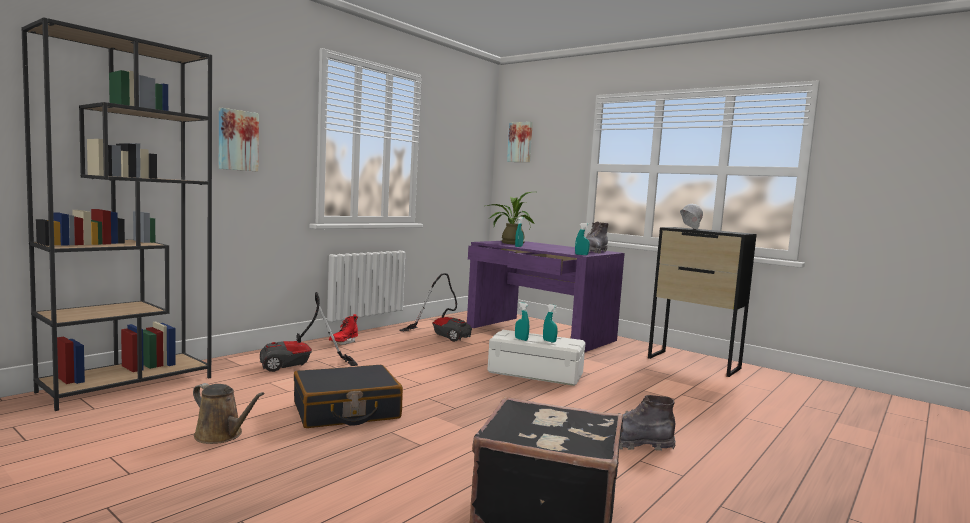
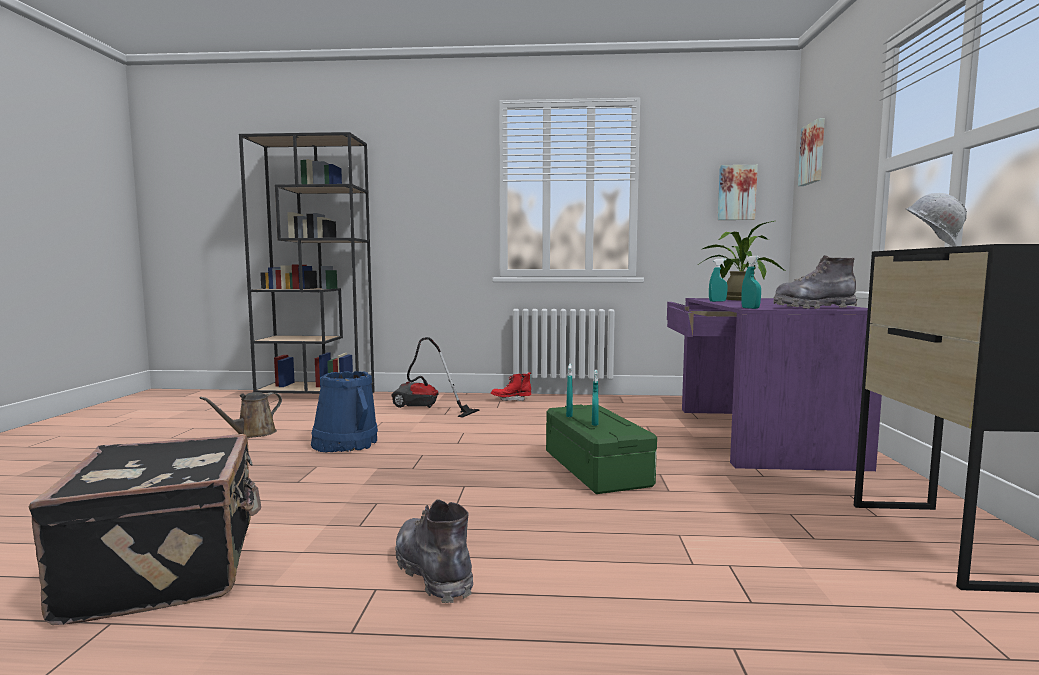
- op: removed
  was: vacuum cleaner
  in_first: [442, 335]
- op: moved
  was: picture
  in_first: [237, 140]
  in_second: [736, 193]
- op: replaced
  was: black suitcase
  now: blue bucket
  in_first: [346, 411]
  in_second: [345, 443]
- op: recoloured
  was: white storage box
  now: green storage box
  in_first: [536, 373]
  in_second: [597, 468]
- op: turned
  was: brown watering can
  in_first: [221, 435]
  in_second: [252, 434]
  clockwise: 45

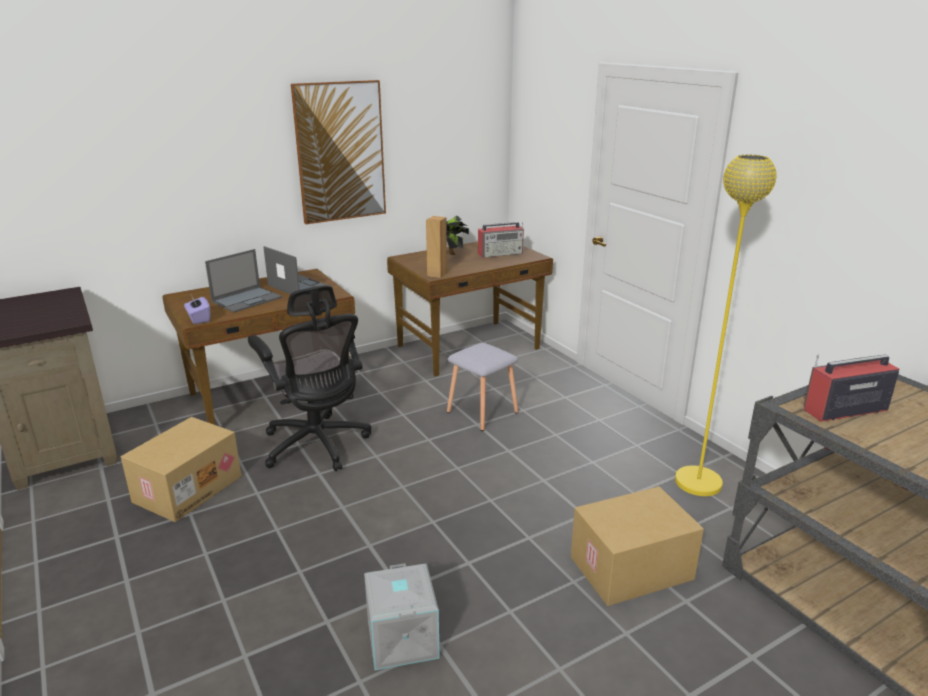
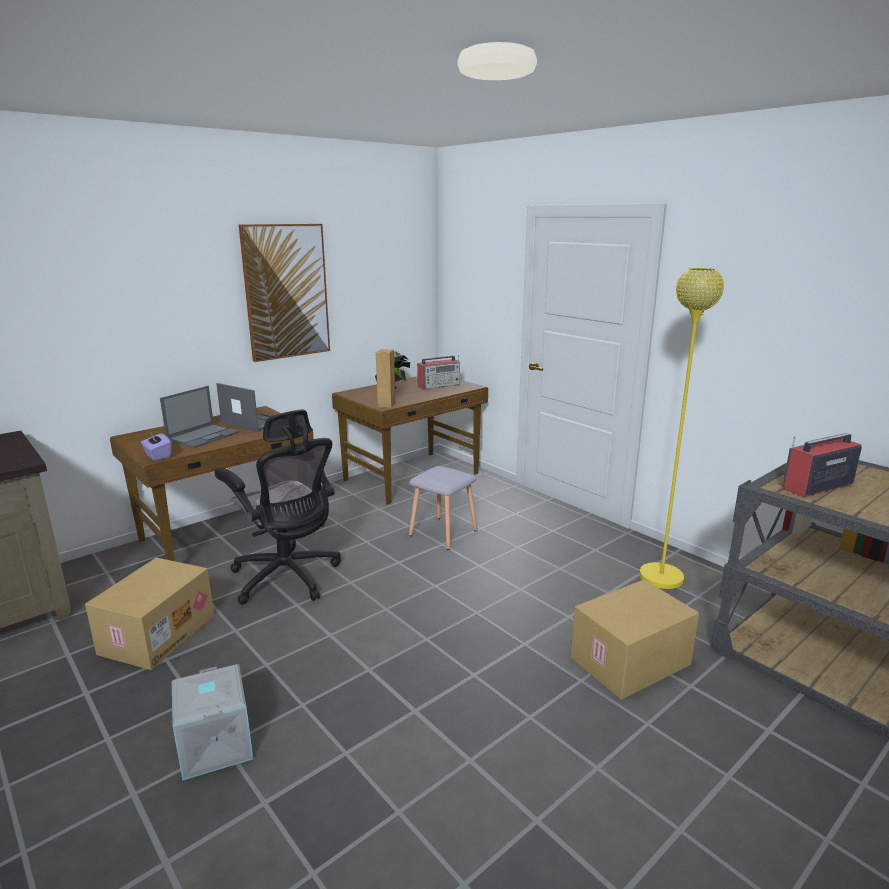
- op: moved
  was: grey storage box
  in_first: [401, 638]
  in_second: [214, 745]

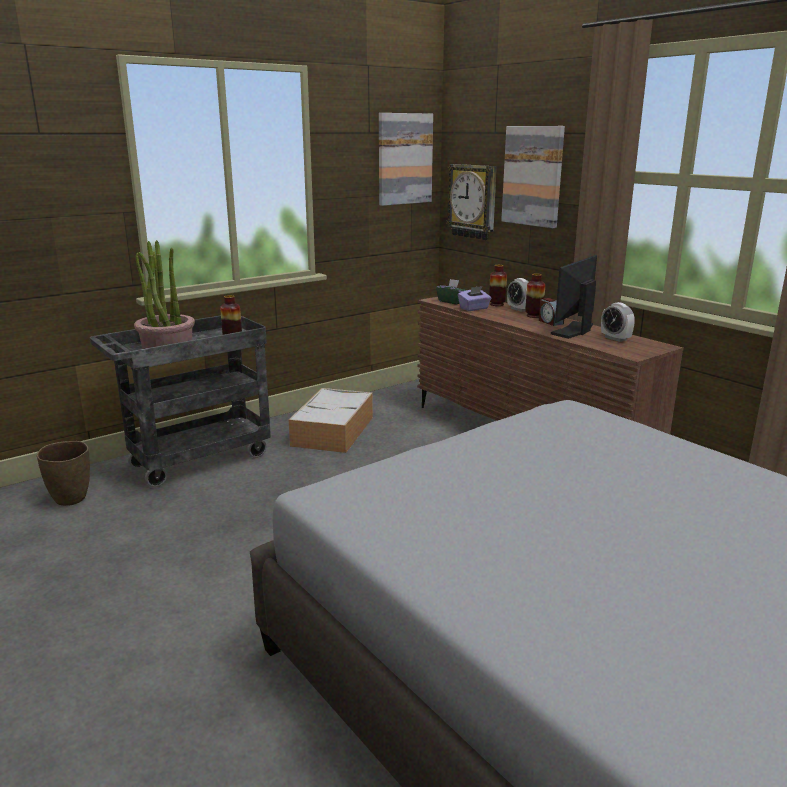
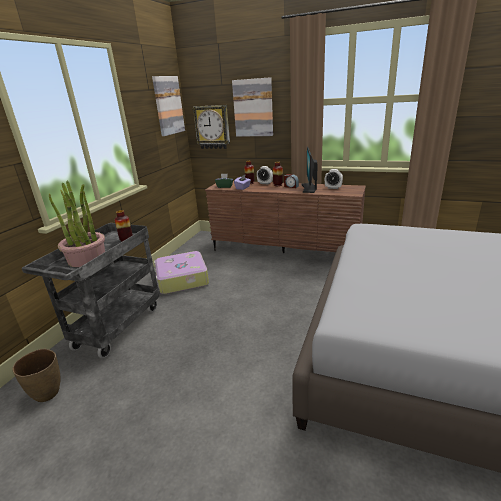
- op: replaced
  was: storage box
  now: suitcase
  in_first: [333, 431]
  in_second: [181, 279]

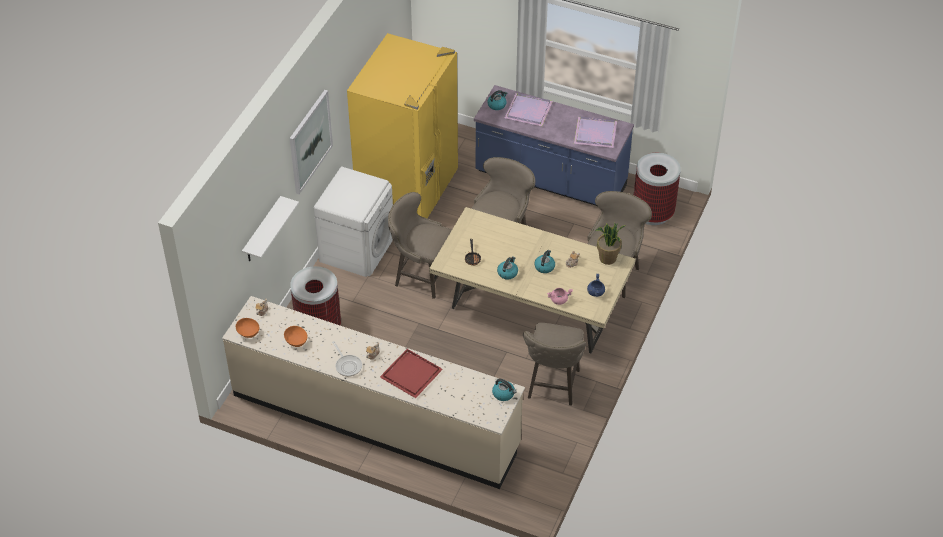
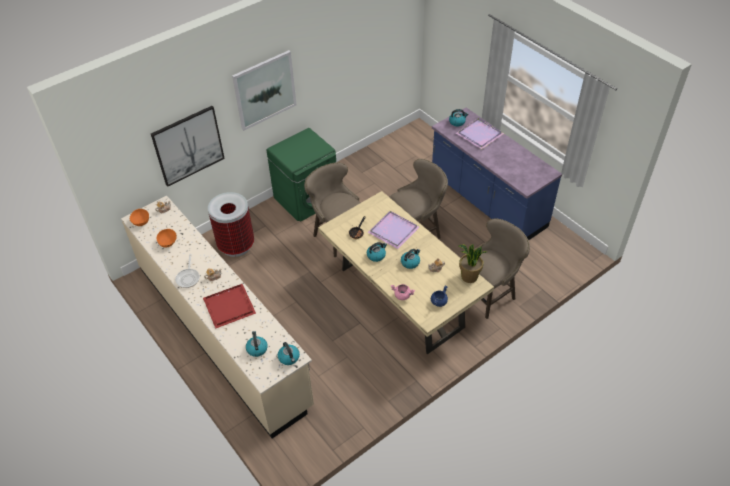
- op: removed
  was: yellow fridge
  in_first: [408, 191]
- op: removed
  was: beige stool
  in_first: [553, 386]
- op: removed
  was: trash can
  in_first: [653, 213]
- op: added
  now: kettle
  in_second: [257, 348]
- op: moved
  was: purple tray
  in_first: [596, 133]
  in_second: [394, 230]
- op: replaced
  was: white shelf
  now: picture
  in_first: [262, 231]
  in_second: [188, 145]
- op: recoloured
  was: white washing machine
  now: green washing machine
  in_first: [358, 248]
  in_second: [308, 199]

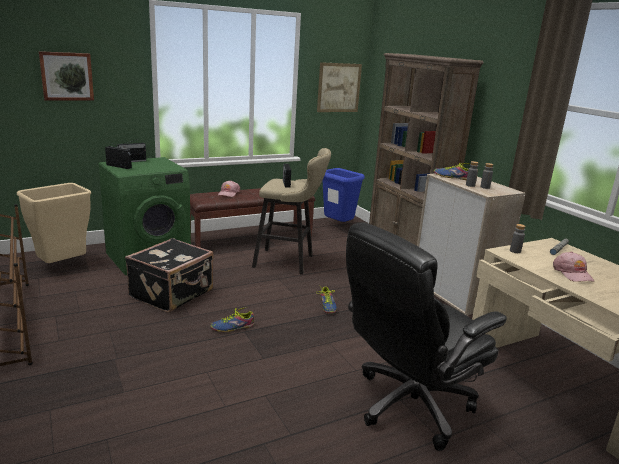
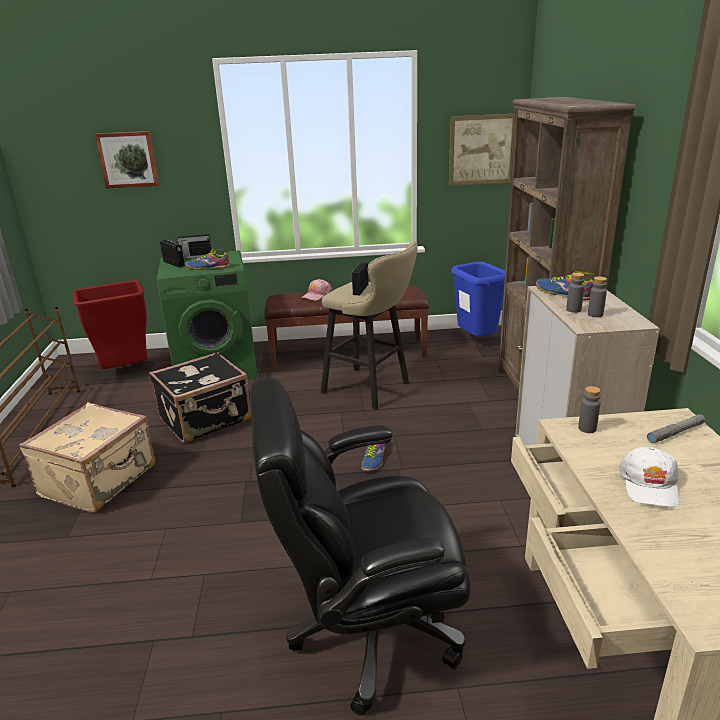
- op: added
  now: beige suitcase
  in_second: [100, 481]
- op: moved
  was: shoe
  in_first: [233, 327]
  in_second: [208, 267]
- op: recoloured
  was: beige trash can
  now: red trash can
  in_first: [63, 266]
  in_second: [126, 372]
- op: recoloured
  was: pink cap
  now: white cap
  in_first: [572, 273]
  in_second: [649, 485]

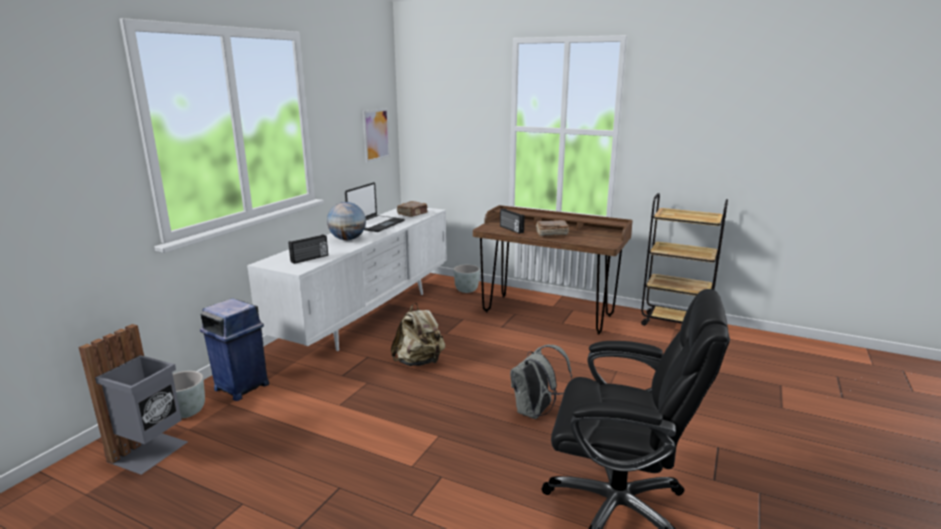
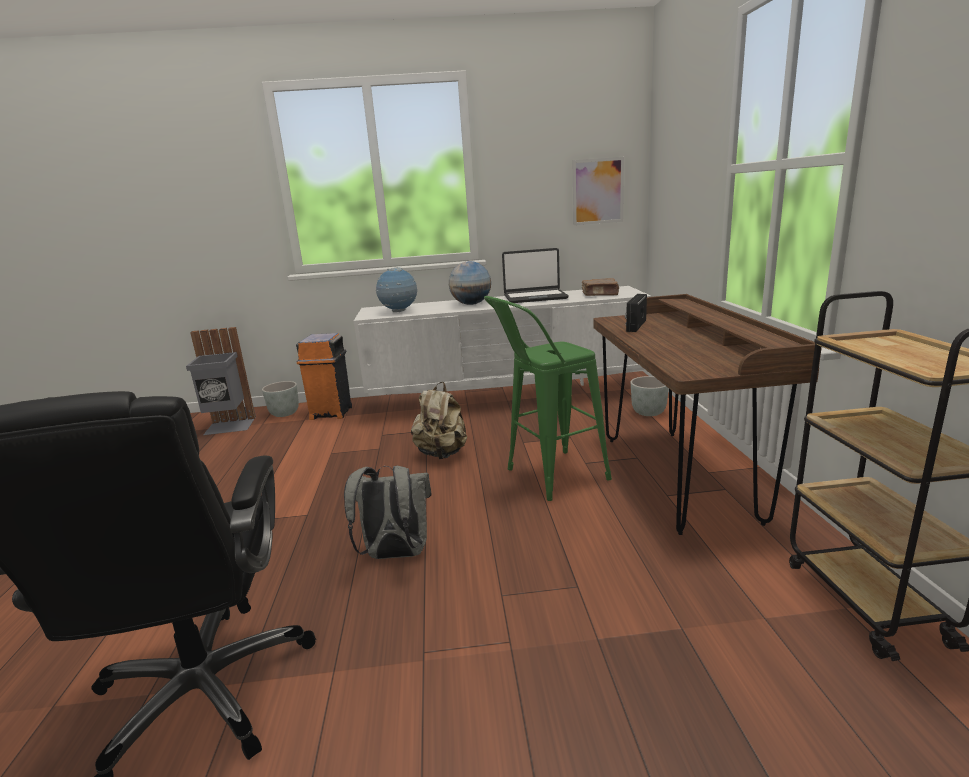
- op: removed
  was: brown book
  in_first: [551, 234]
- op: added
  now: green stool
  in_second: [548, 477]
- op: replaced
  was: radio
  now: globe
  in_first: [310, 258]
  in_second: [399, 312]
- op: recoloured
  was: blue trash can
  now: orange trash can
  in_first: [241, 387]
  in_second: [331, 413]

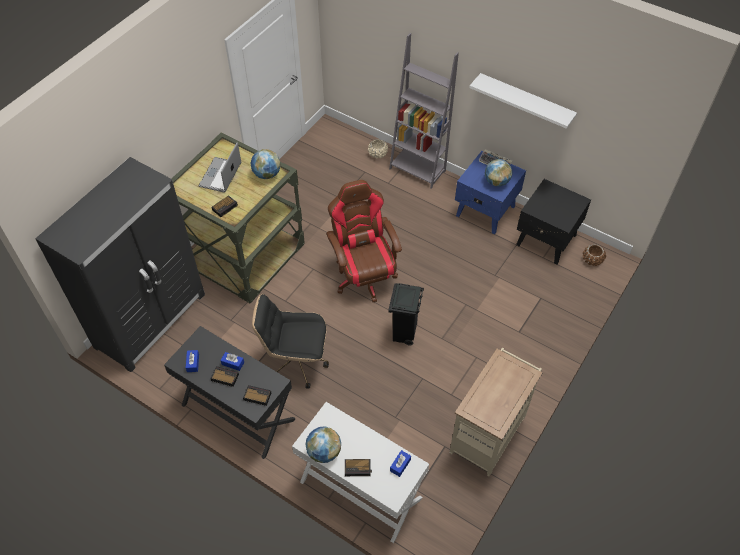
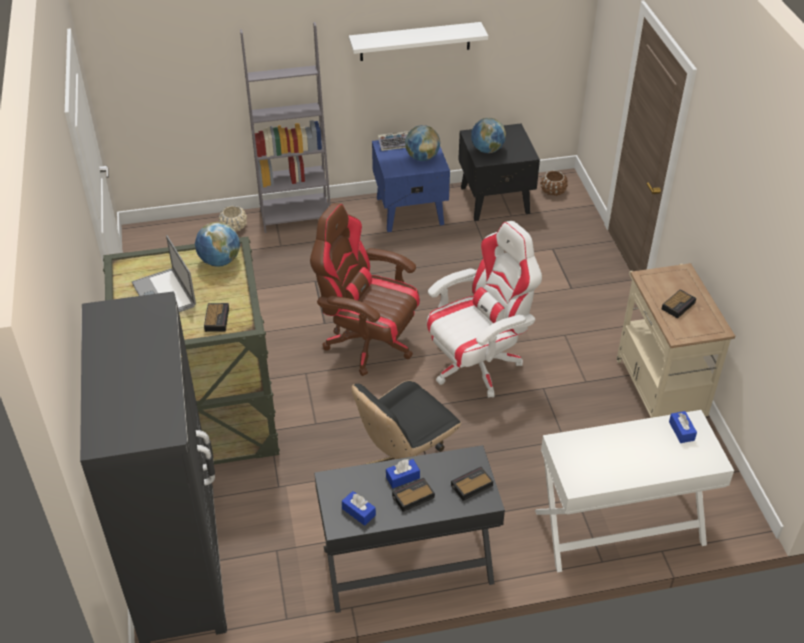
- op: moved
  was: globe
  in_first: [324, 452]
  in_second: [487, 150]
- op: moved
  was: alarm clock
  in_first: [358, 468]
  in_second: [678, 305]
- op: replaced
  was: black trash can
  now: white office chair
  in_first: [404, 334]
  in_second: [476, 364]

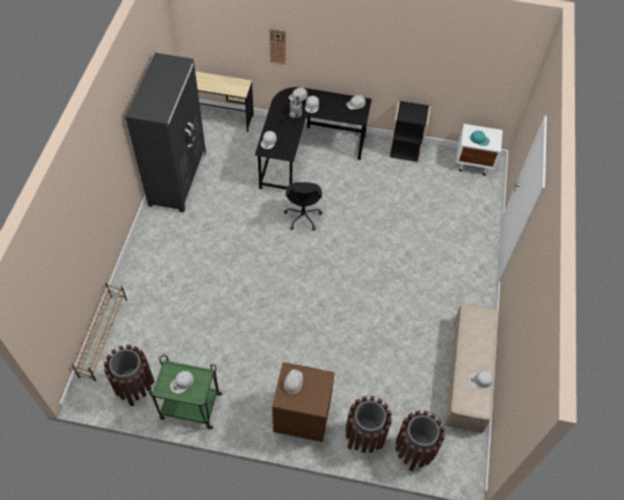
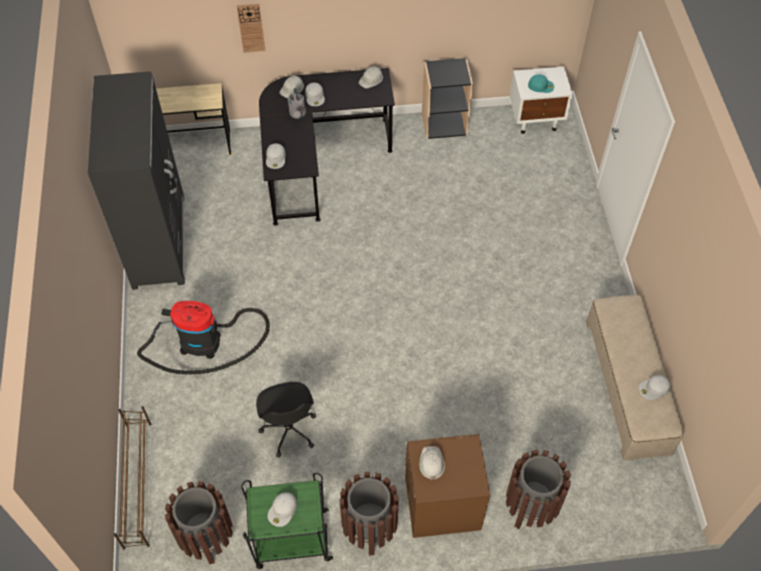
- op: added
  now: vacuum cleaner
  in_second: [205, 343]
- op: moved
  was: black office chair
  in_first: [303, 218]
  in_second: [290, 432]
- op: moved
  was: brown trash can
  in_first: [413, 451]
  in_second: [369, 528]

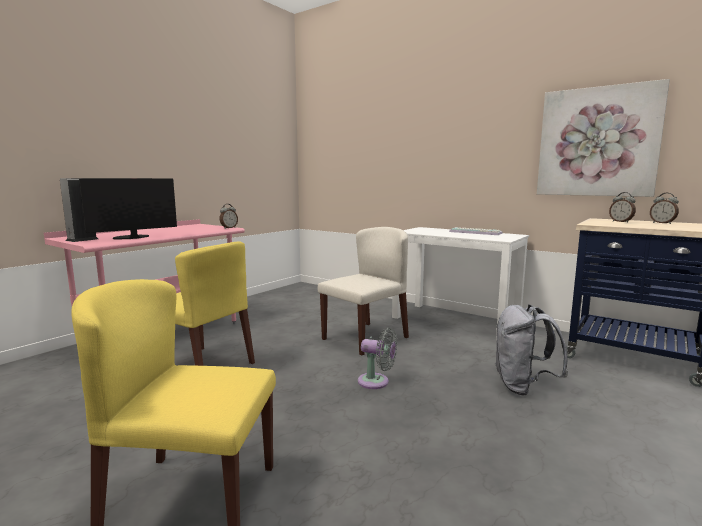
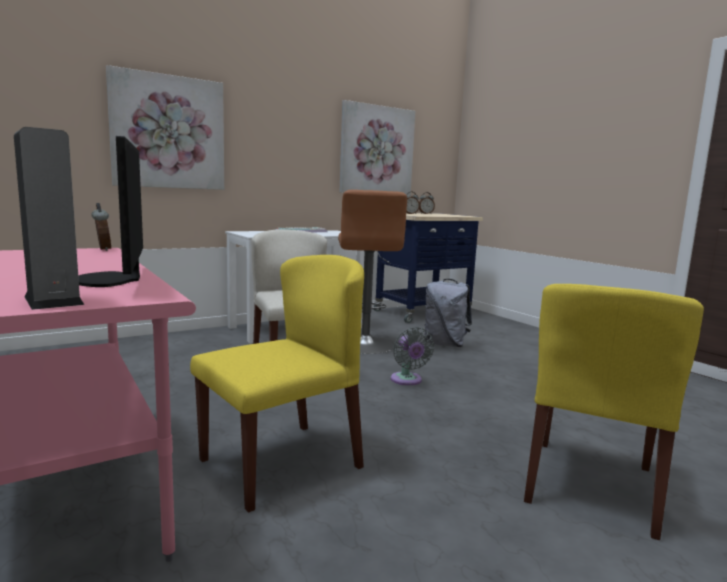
- op: added
  now: picture
  in_second: [168, 132]
- op: added
  now: brown stool
  in_second: [364, 345]
- op: turned
  was: grey fan
  in_first: [376, 382]
  in_second: [407, 380]
  clockwise: 120

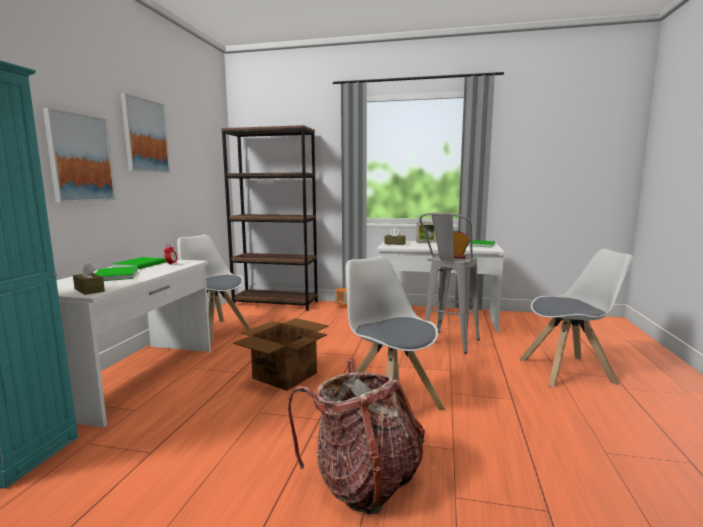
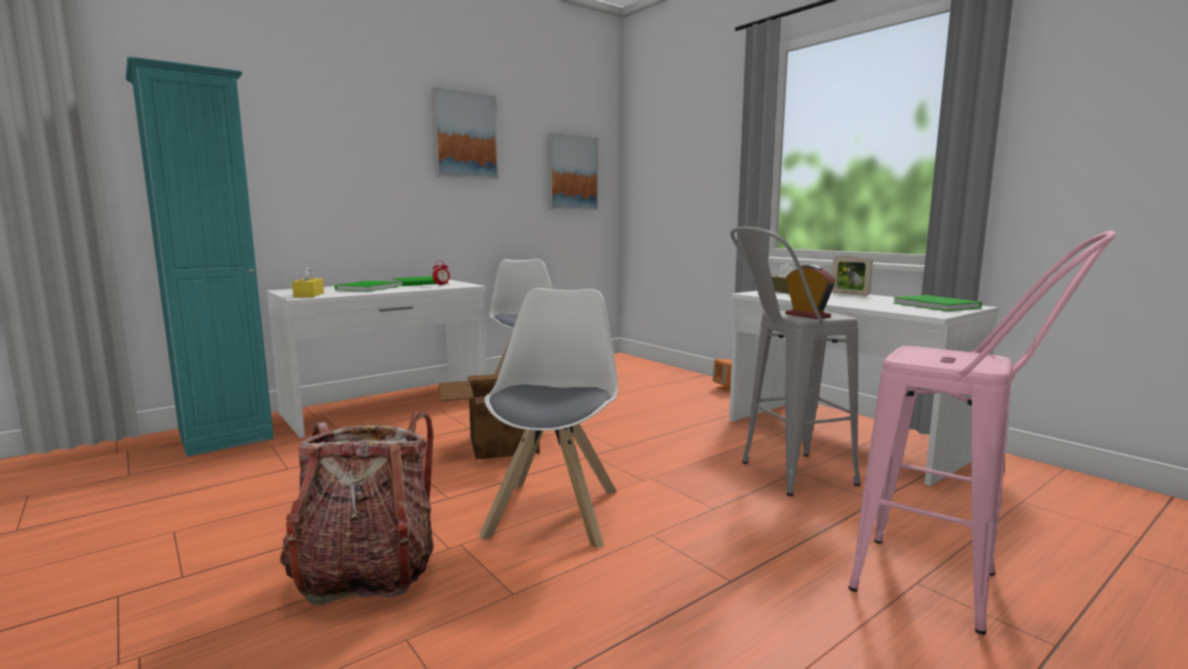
- op: removed
  was: brown bookcase
  in_first: [276, 303]
- op: moved
  was: picture
  in_first: [80, 158]
  in_second: [572, 173]
- op: replaced
  was: chair
  now: pink stool
  in_first: [569, 371]
  in_second: [951, 591]
- op: recoloured
  was: brown tissue box
  now: yellow tissue box
  in_first: [89, 290]
  in_second: [309, 295]

